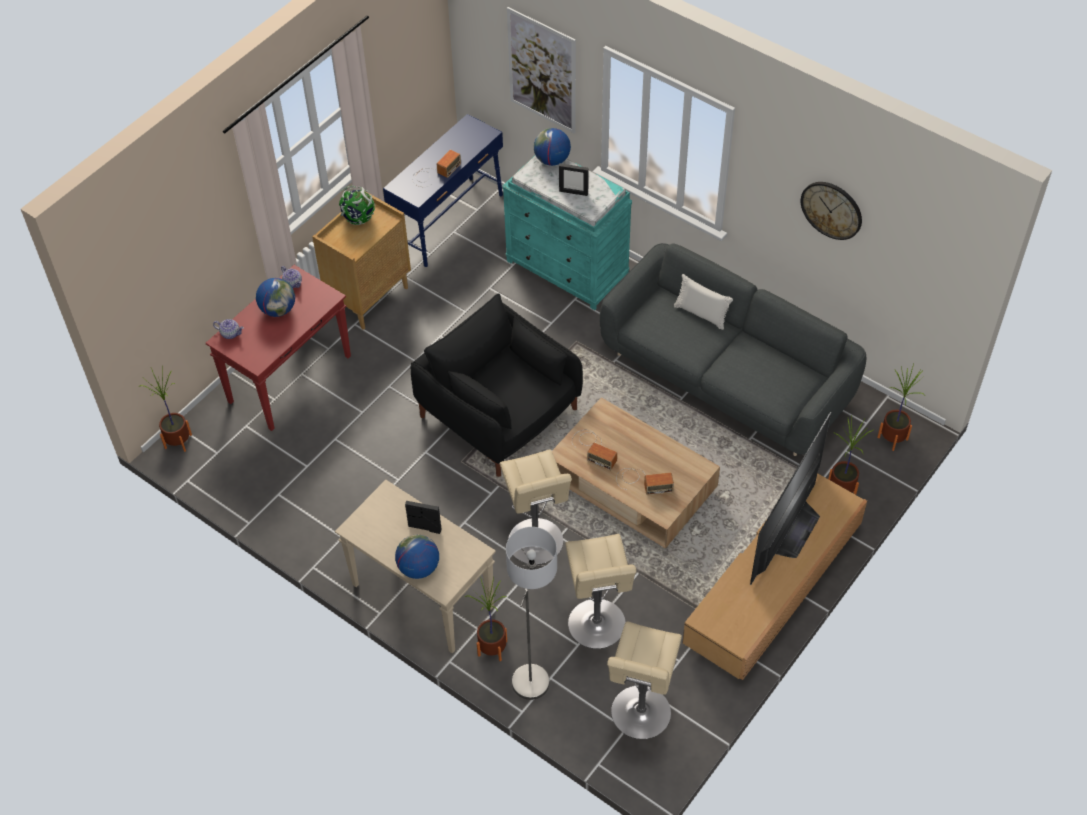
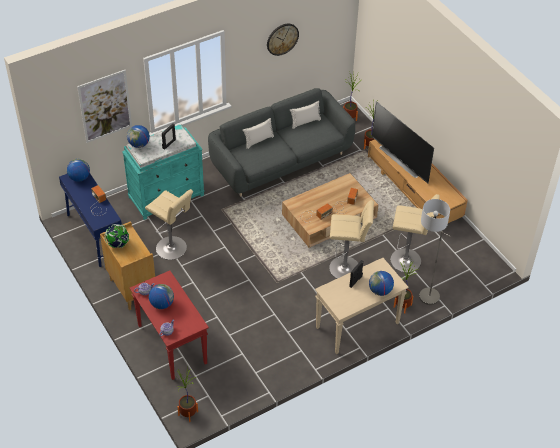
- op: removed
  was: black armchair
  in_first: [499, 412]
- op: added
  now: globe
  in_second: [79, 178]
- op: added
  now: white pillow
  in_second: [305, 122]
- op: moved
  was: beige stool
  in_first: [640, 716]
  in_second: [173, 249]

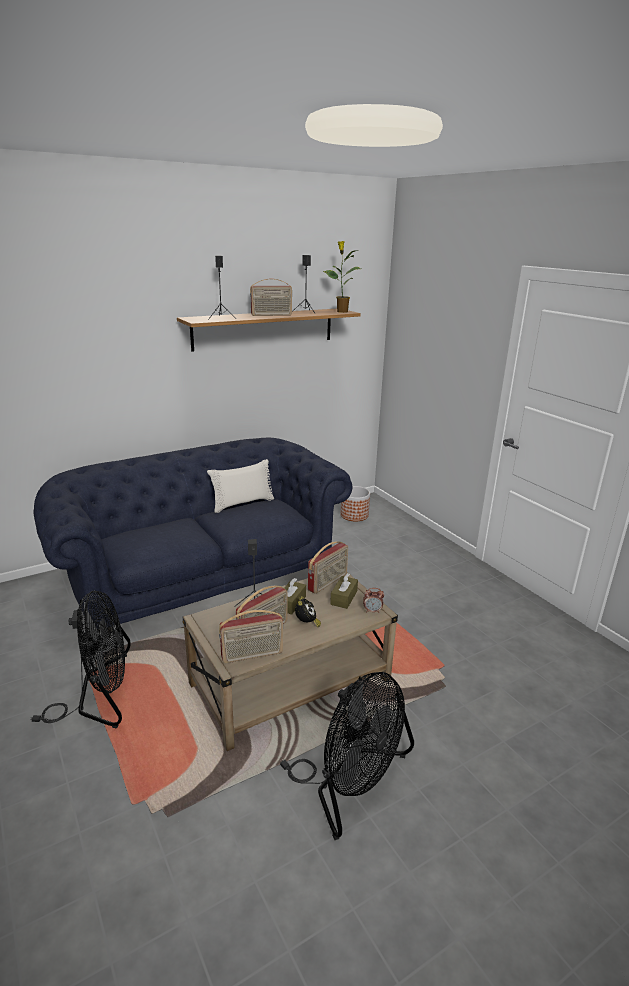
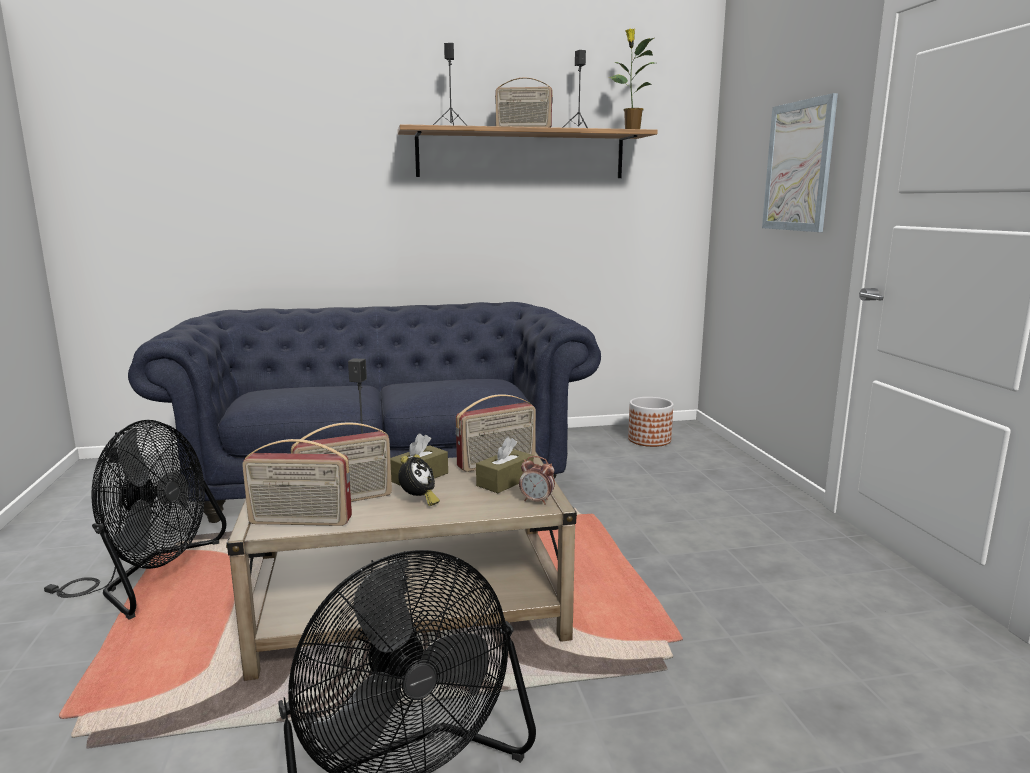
- op: removed
  was: white pillow
  in_first: [242, 503]
- op: added
  now: picture
  in_second: [798, 166]

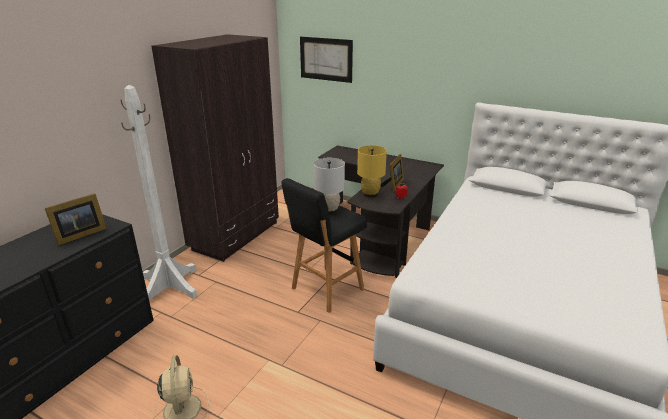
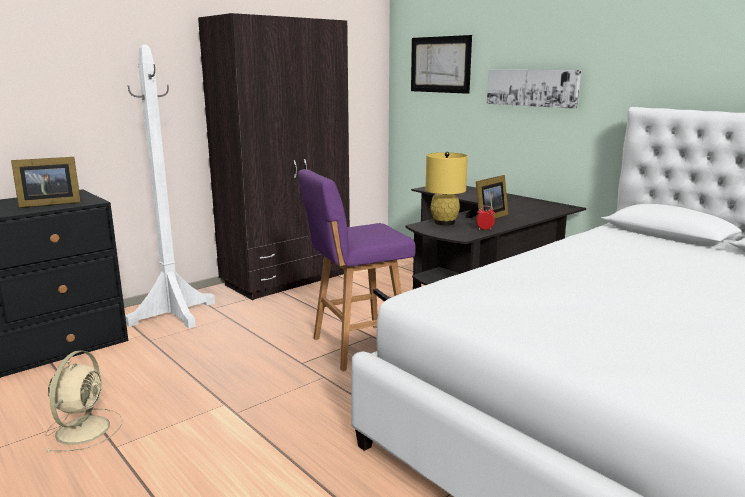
- op: removed
  was: white table lamp
  in_first: [329, 210]
- op: added
  now: picture
  in_second: [532, 88]
- op: recoloured
  was: black stool
  now: purple stool
  in_first: [325, 290]
  in_second: [356, 347]

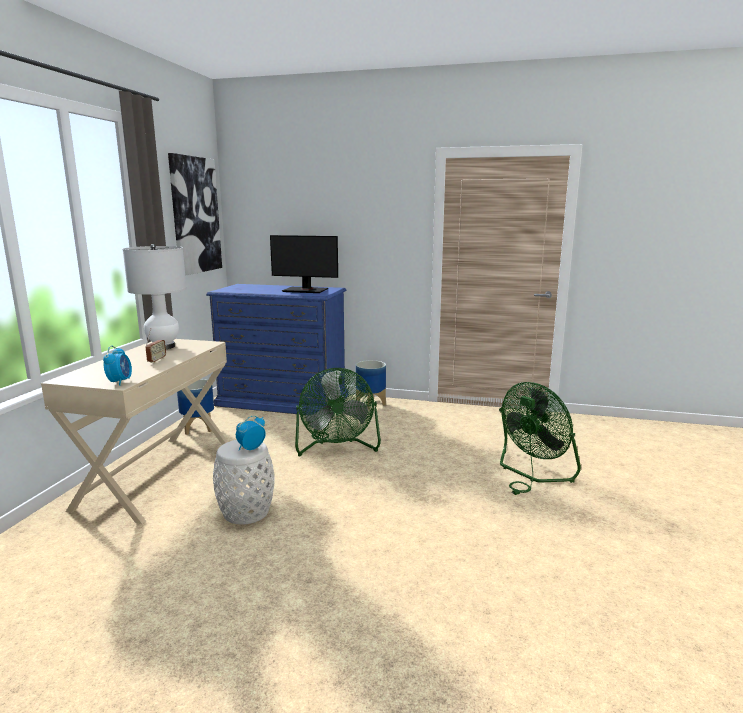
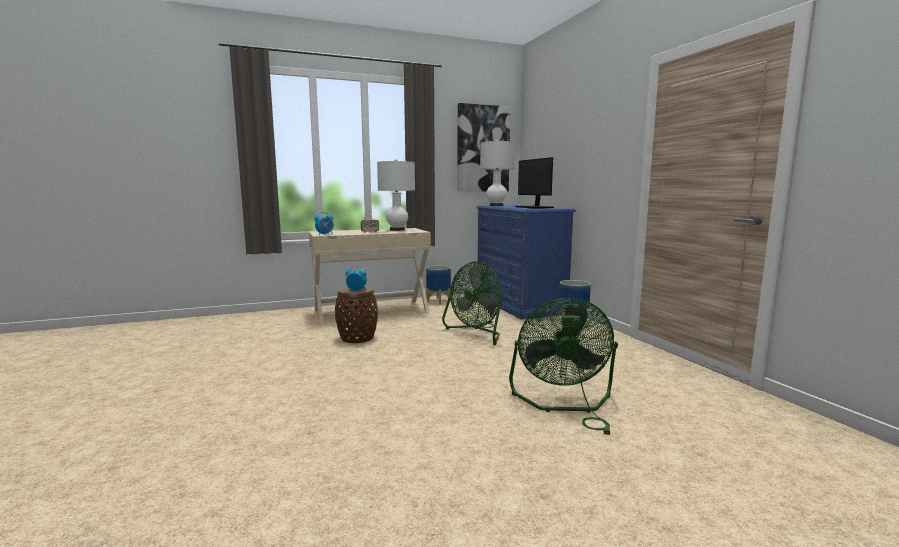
- op: added
  now: white table lamp
  in_second: [496, 205]
- op: recoloured
  was: white stool
  now: brown stool
  in_first: [246, 512]
  in_second: [357, 338]
- op: turned
  was: green fan
  in_first: [528, 472]
  in_second: [568, 405]
  clockwise: -105

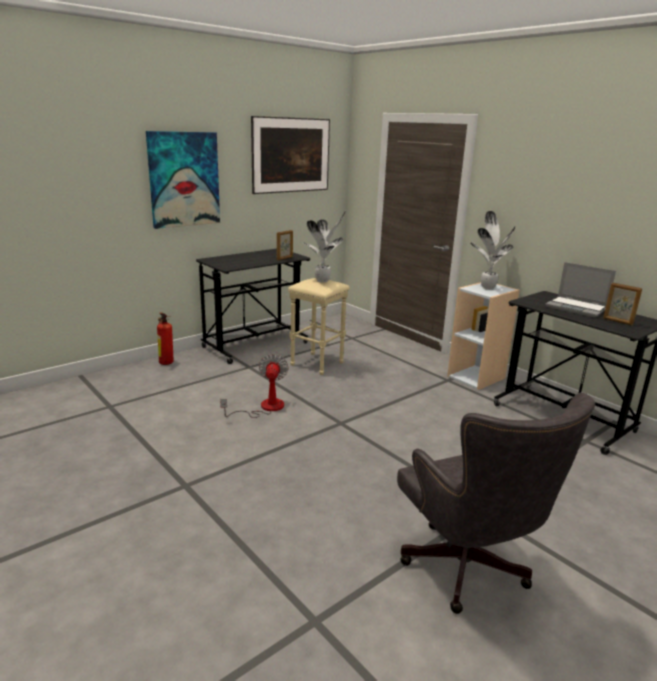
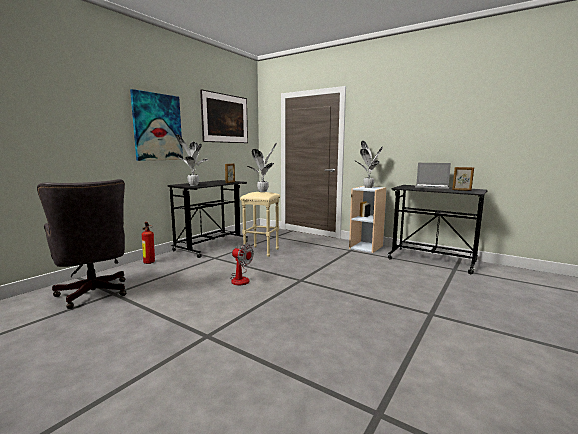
- op: added
  now: potted plant
  in_second: [192, 185]
- op: moved
  was: grey office chair
  in_first: [468, 571]
  in_second: [94, 294]
- op: turned
  was: fan
  in_first: [264, 408]
  in_second: [240, 279]
  clockwise: 135

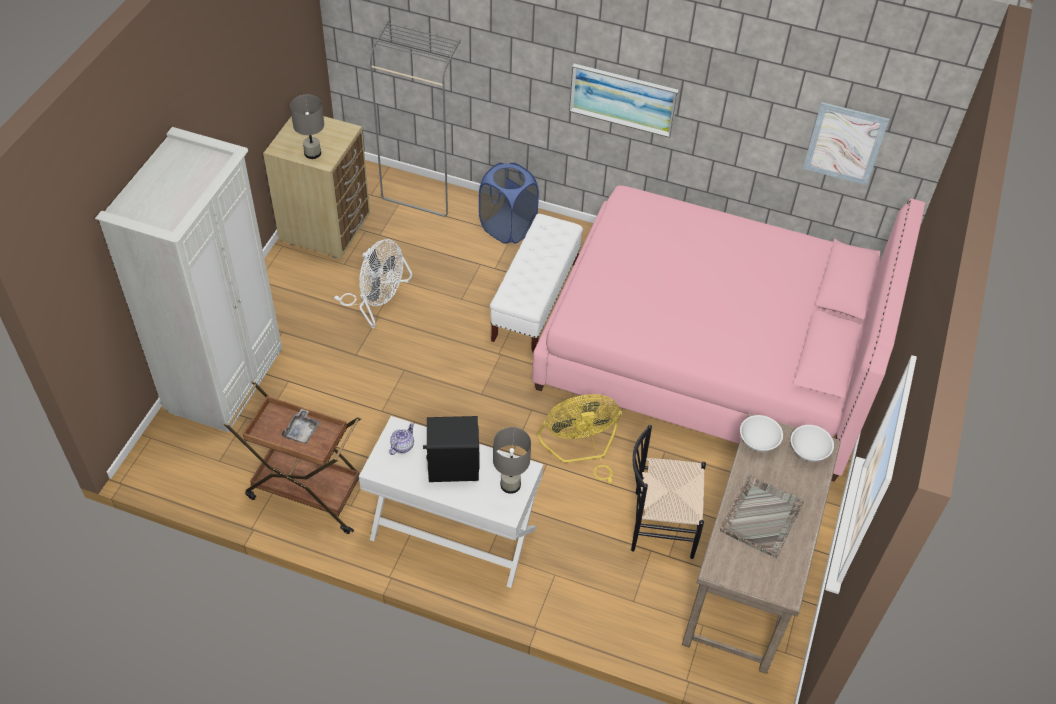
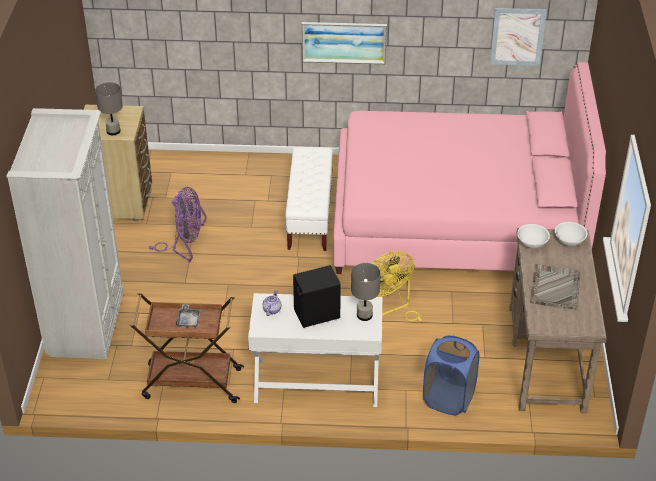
- op: removed
  was: grey clothes rack
  in_first: [422, 195]
- op: removed
  was: black chair
  in_first: [659, 524]
- op: moved
  was: blue laundry basket
  in_first: [507, 228]
  in_second: [448, 399]
- op: recoloured
  was: white fan
  now: purple fan
  in_first: [376, 301]
  in_second: [184, 243]

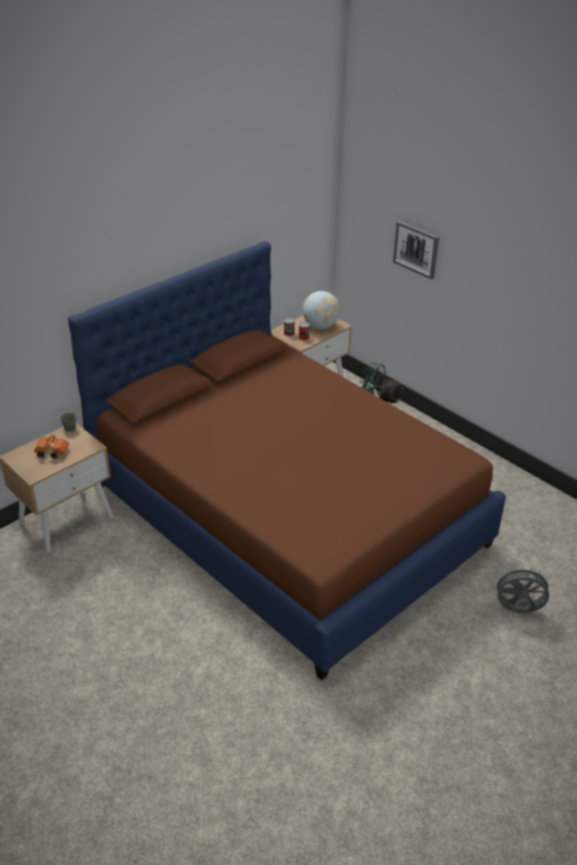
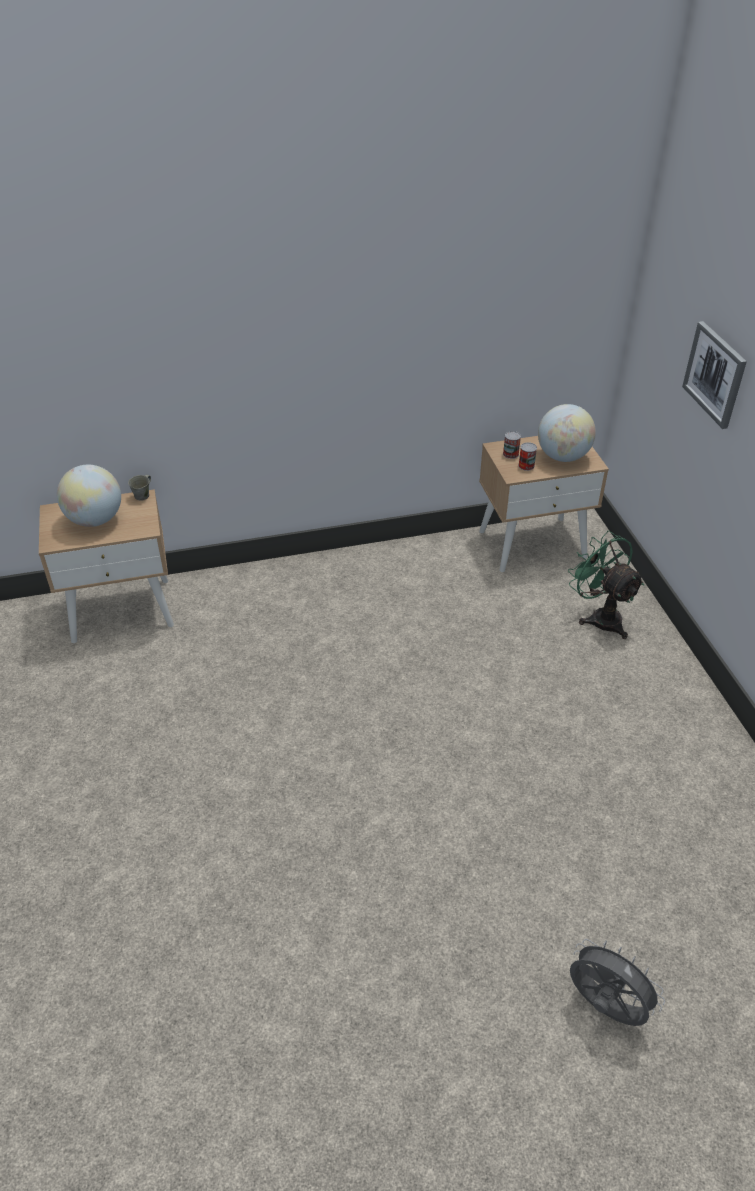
- op: removed
  was: brown bed
  in_first: [286, 514]
- op: replaced
  was: orange binoculars
  now: globe
  in_first: [50, 452]
  in_second: [95, 520]

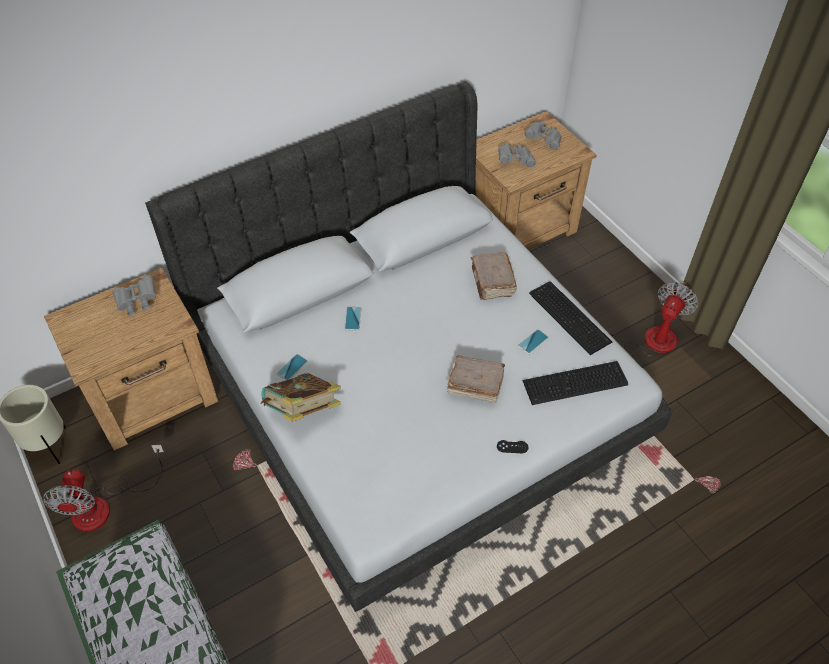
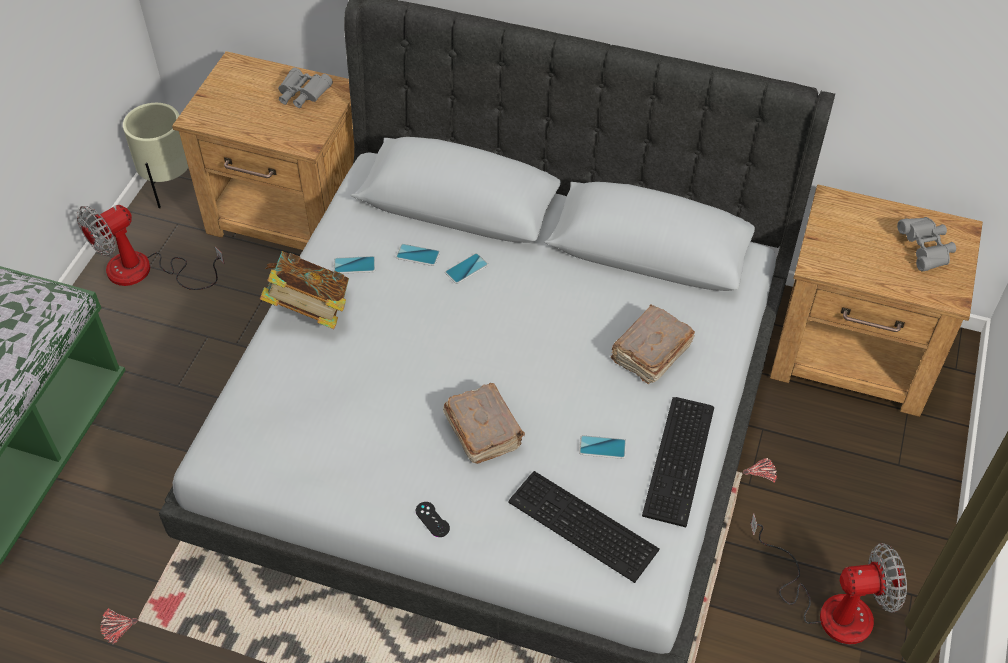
- op: removed
  was: grey binoculars
  in_first: [515, 160]
- op: added
  now: phone
  in_second: [418, 255]

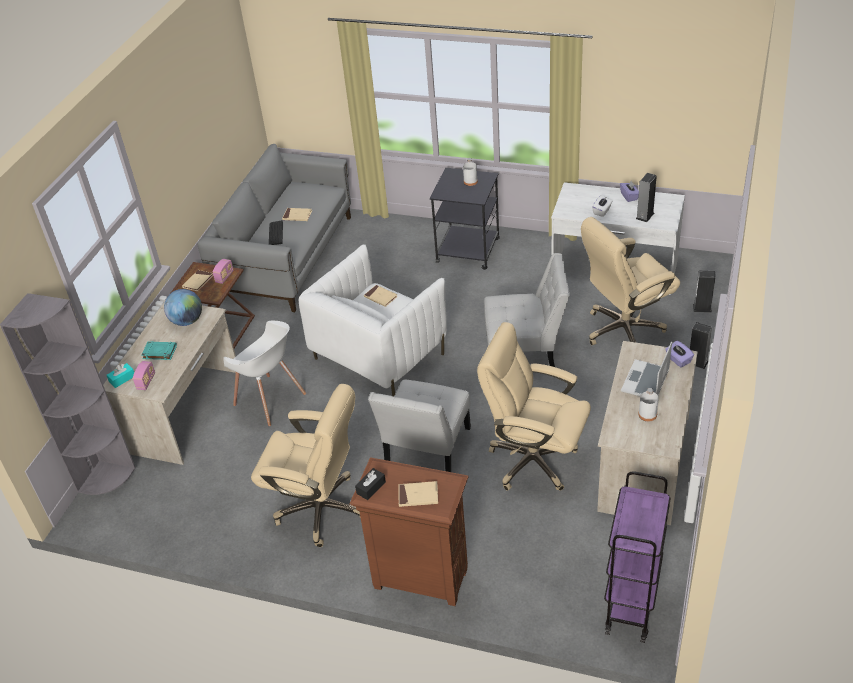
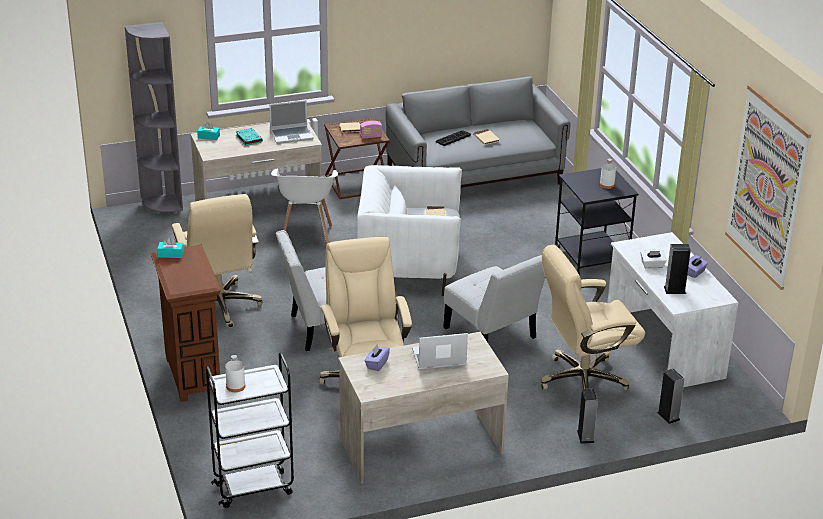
- op: removed
  was: radio
  in_first: [146, 381]
- op: removed
  was: beige book
  in_first: [418, 495]
- op: added
  now: picture
  in_second: [766, 187]
- op: moved
  was: white bottle
  in_first: [647, 414]
  in_second: [235, 386]
- op: moved
  was: purple tissue box
  in_first: [678, 360]
  in_second: [377, 364]
- op: replaced
  was: globe
  now: laptop
  in_first: [187, 321]
  in_second: [292, 135]
- op: recoloured
  was: black tissue box
  now: turquoise tissue box
  in_first: [371, 488]
  in_second: [171, 254]
- op: recoloured
  was: purple cart
  now: white cart
  in_first: [632, 607]
  in_second: [253, 490]
- op: turned
  was: beige office chair
  in_first: [625, 329]
  in_second: [585, 380]
  clockwise: -45

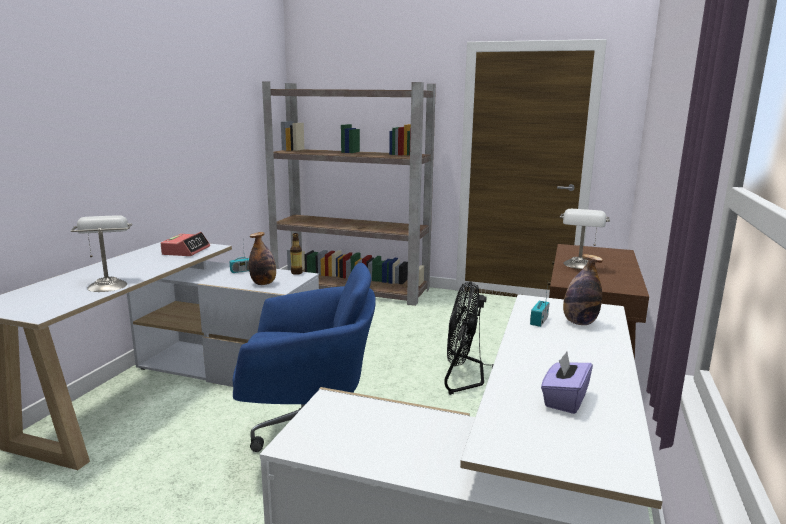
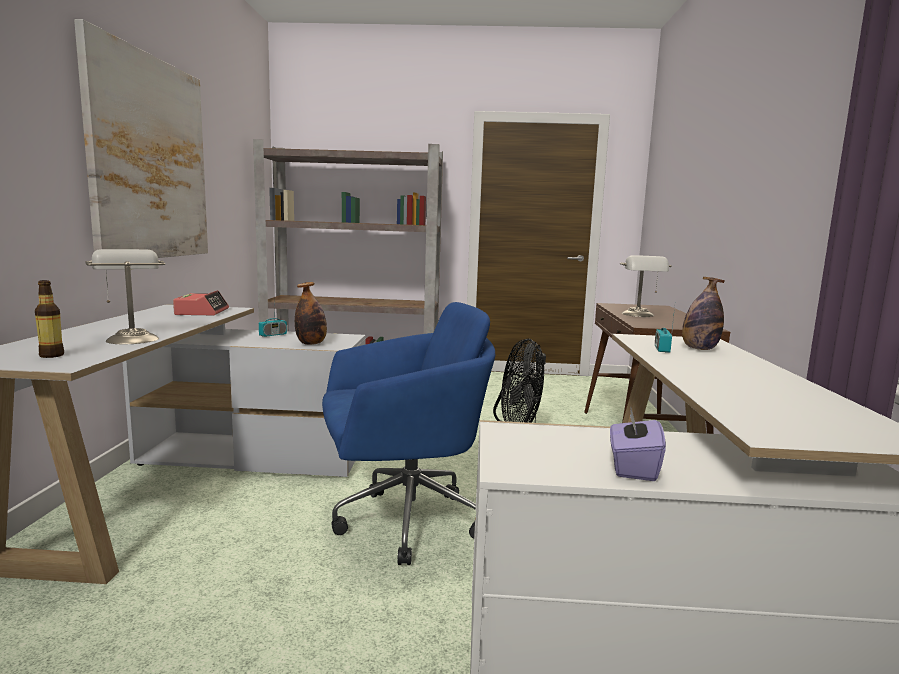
- op: added
  now: picture
  in_second: [150, 159]
- op: moved
  was: bottle
  in_first: [296, 273]
  in_second: [51, 355]
- op: moved
  was: purple tissue box
  in_first: [564, 400]
  in_second: [632, 467]

